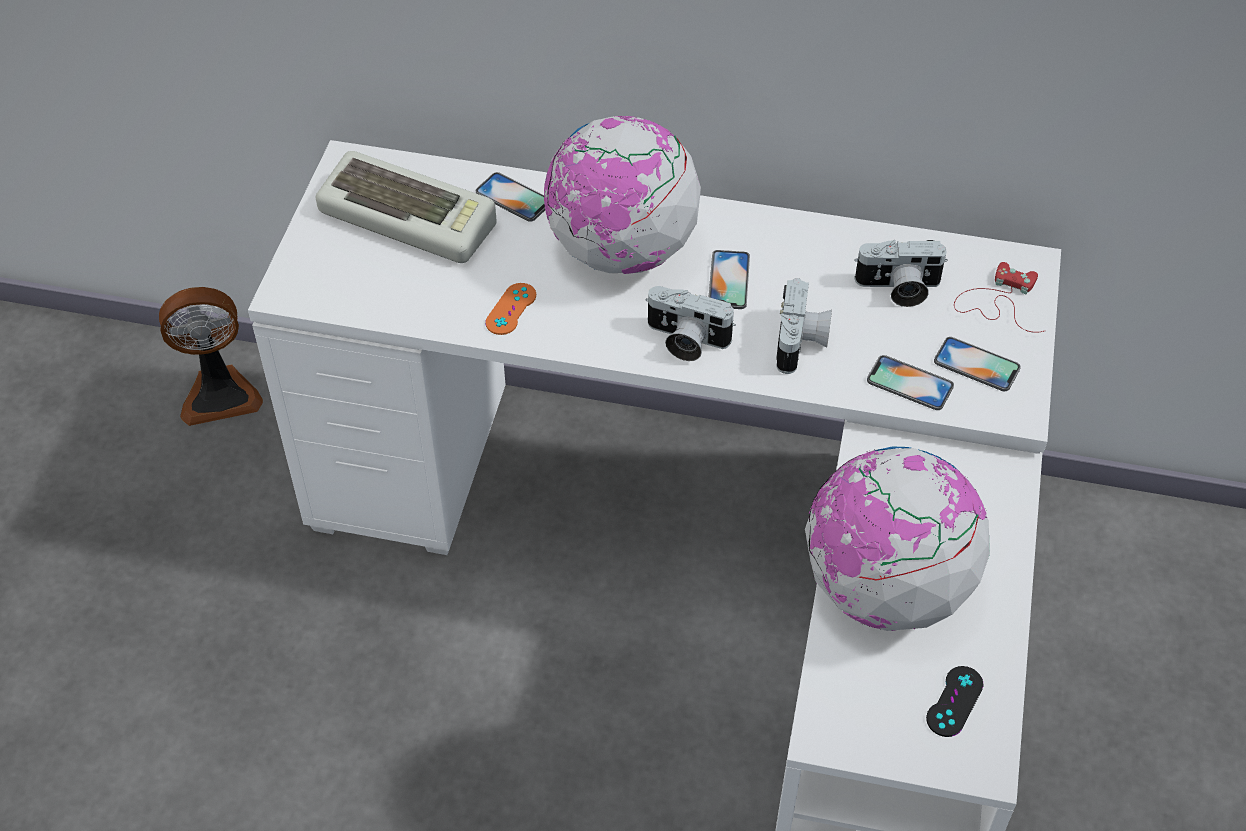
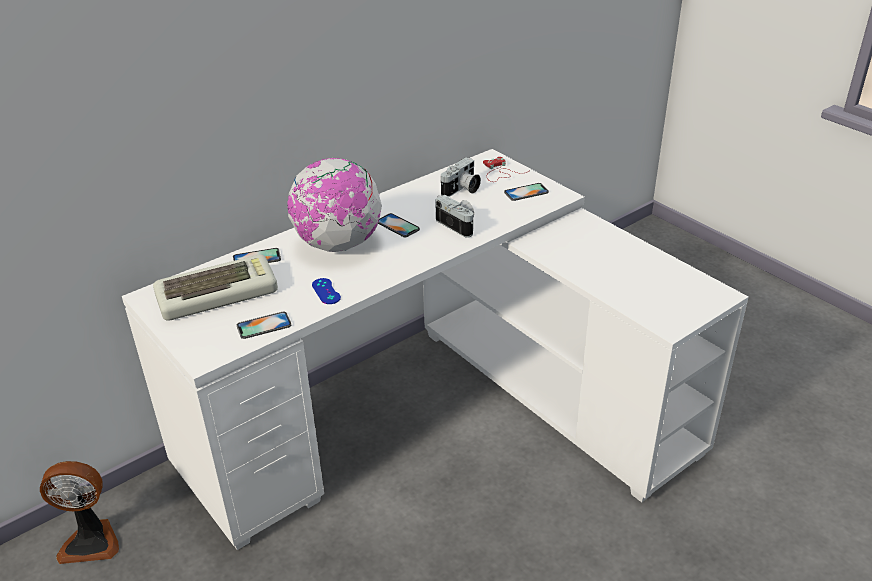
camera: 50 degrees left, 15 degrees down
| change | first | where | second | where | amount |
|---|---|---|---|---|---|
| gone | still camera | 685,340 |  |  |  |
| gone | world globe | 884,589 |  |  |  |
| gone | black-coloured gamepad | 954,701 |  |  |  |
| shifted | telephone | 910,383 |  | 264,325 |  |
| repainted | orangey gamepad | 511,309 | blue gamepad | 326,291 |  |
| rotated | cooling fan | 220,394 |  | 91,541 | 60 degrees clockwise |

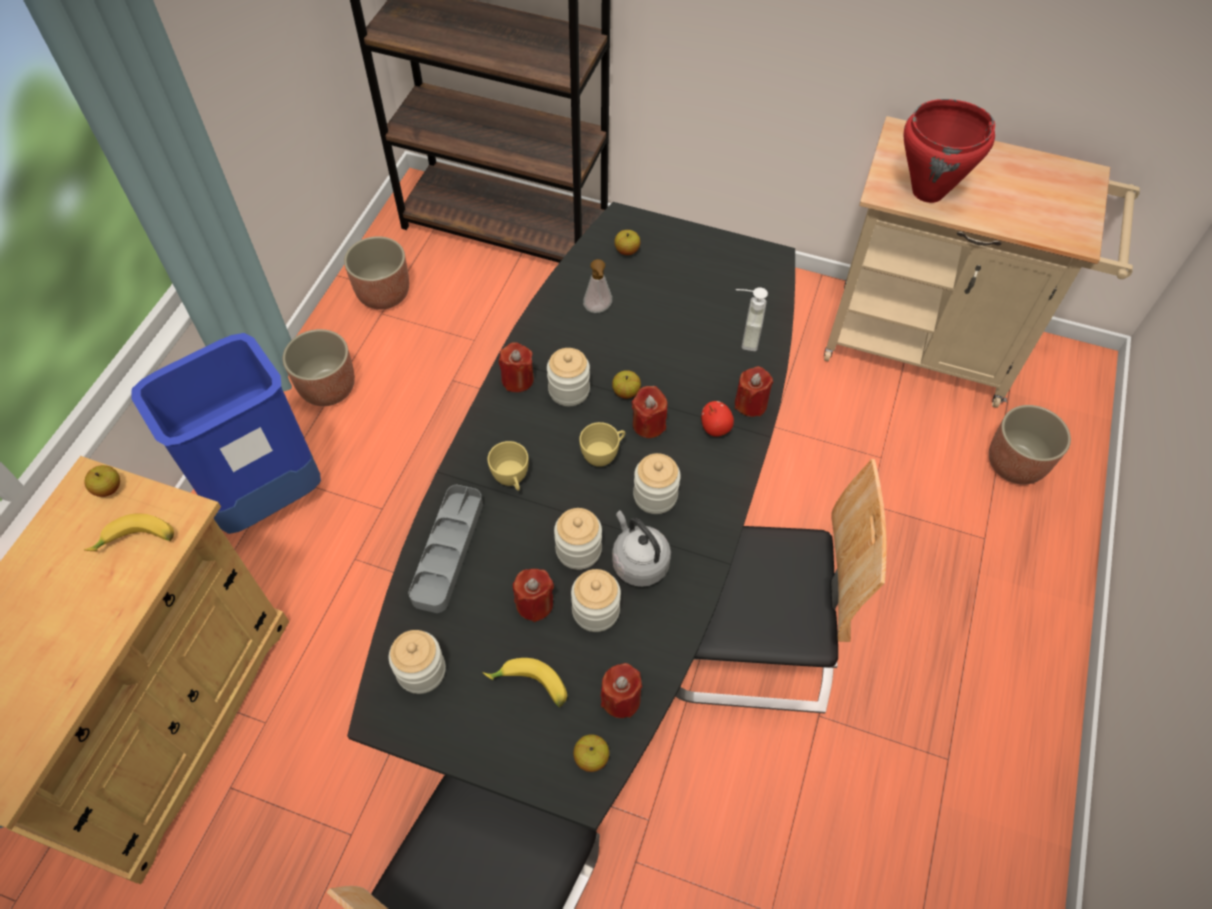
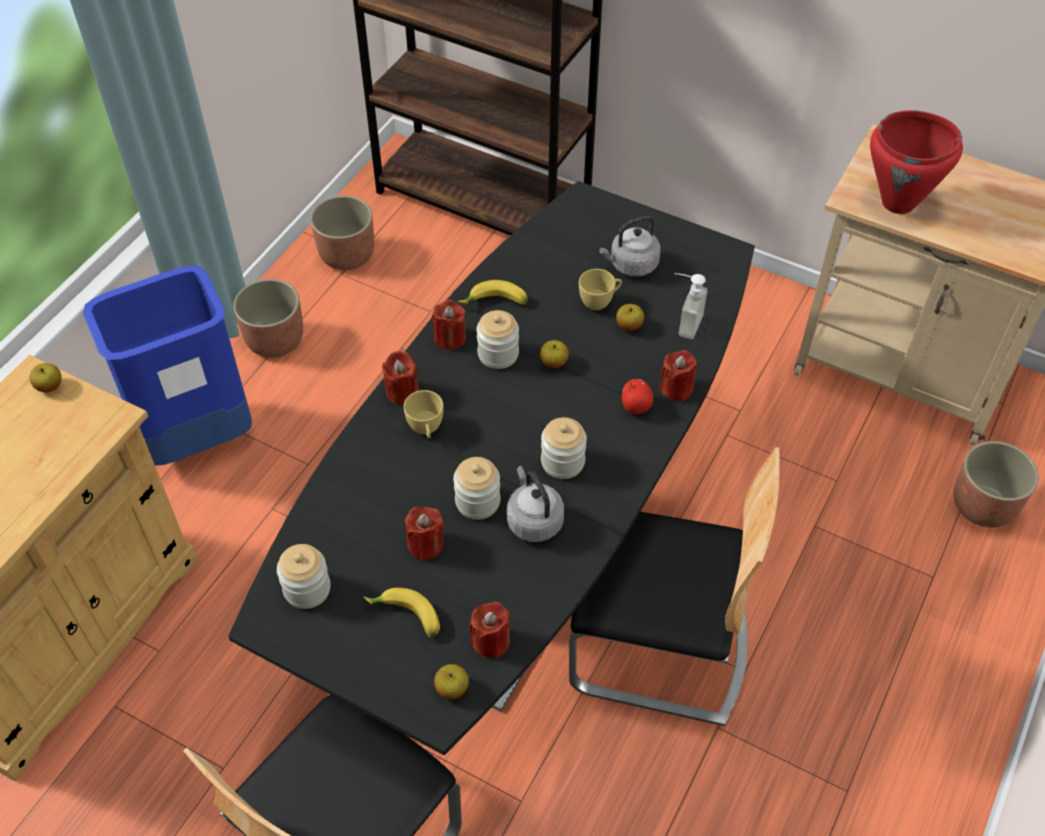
camera: 10 degrees right, 5 degrees down
| change | first | where | second | where | amount |
|---|---|---|---|---|---|
| gone | gray tray | 448,551 |  |  |  |
| gone | preserve jar | 595,610 |  |  |  |
| gone | soap dispenser | 598,310 |  |  |  |
| new |  |  | gray kettle | 631,265 |  |
| shifted | whole banana | 136,542 |  | 495,304 |  |
| shifted | yellowish small cup | 603,454 |  | 600,301 |  |
| shifted | apple fruit | 627,250 |  | 629,326 |  |
| shifted | red wax light | 648,424 |  | 402,391 |  |

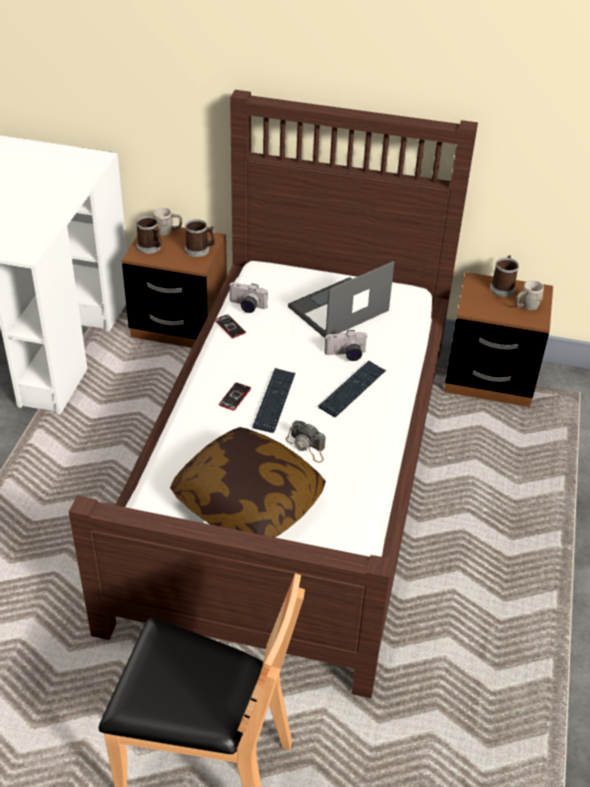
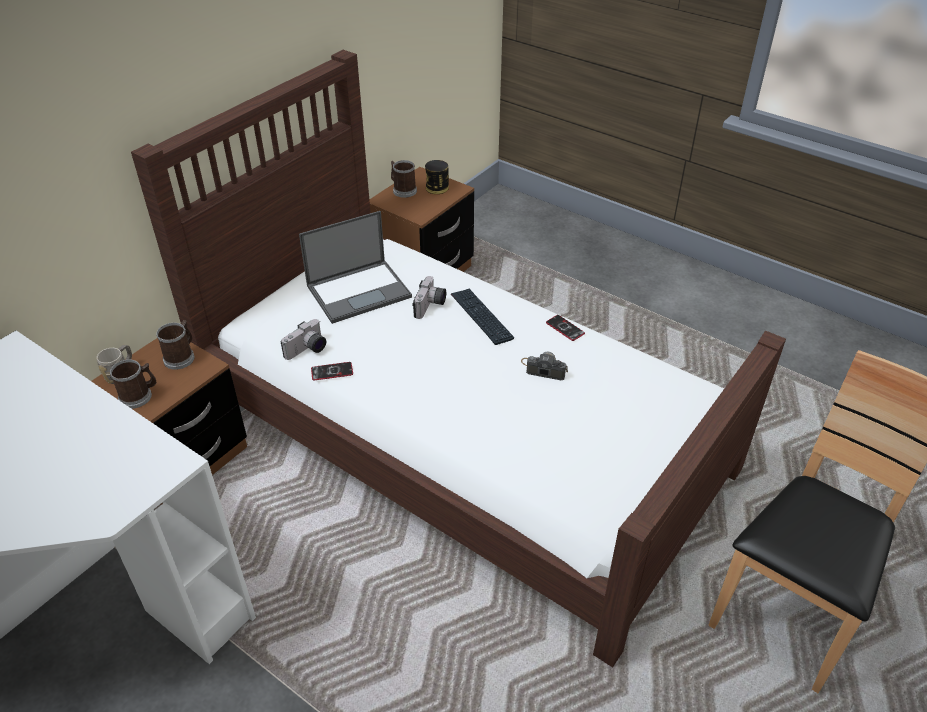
camera: 65 degrees left, 0 degrees up
| change | first | where | second | where | amount |
|---|---|---|---|---|---|
| gone | pillow | 248,502 |  |  |  |
| gone | computer keyboard | 274,401 |  |  |  |
| shifted | telephone | 235,397 |  | 565,328 |  |
| swapped | gray coffee mug | 526,307 | sealed can | 437,188 |  |
| rotated | still camera | 307,446 |  | 543,369 | 135 degrees counterclockwise |
| rotated | notebook computer | 337,309 |  | 360,291 | 105 degrees counterclockwise |

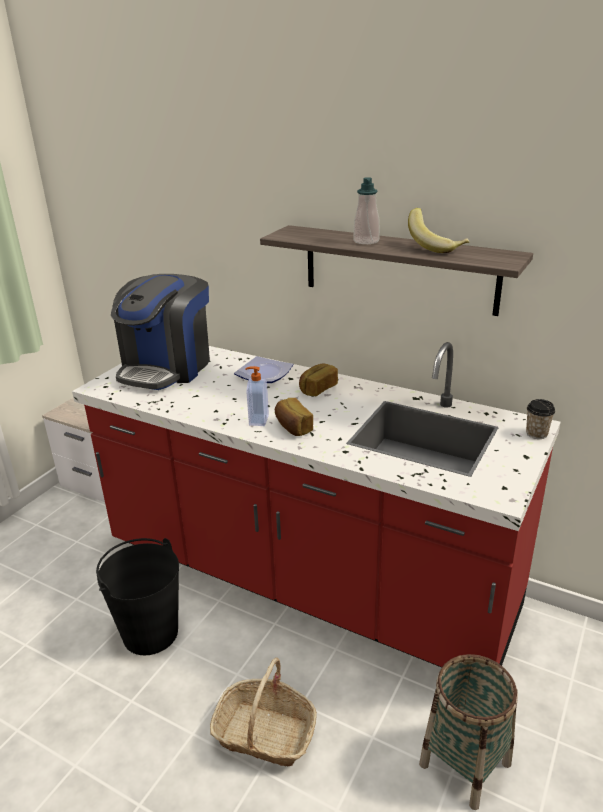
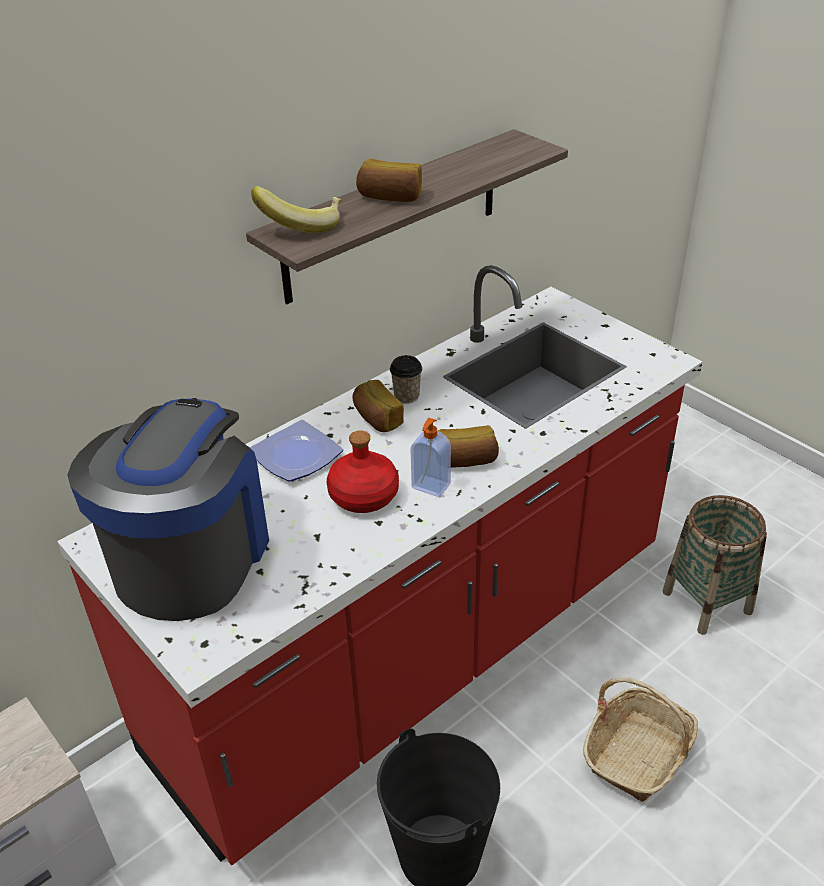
camera: 70 degrees left, 10 degrees up
| change | first | where | second | where | amount |
|---|---|---|---|---|---|
| new |  |  | red drink bottle | 363,495 |  |
| shifted | whole banana | 436,247 |  | 302,225 |  |
| shifted | small cup | 536,434 |  | 406,396 |  |
| swapped | soap dispenser | 366,241 | bread | 390,197 |  |
| rotated | coffee machine | 167,368 |  | 191,556 | 120 degrees counterclockwise |

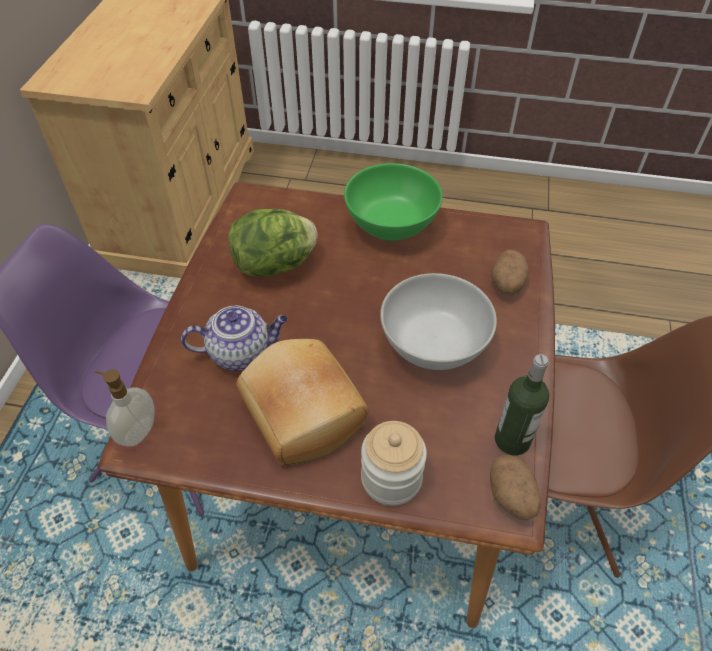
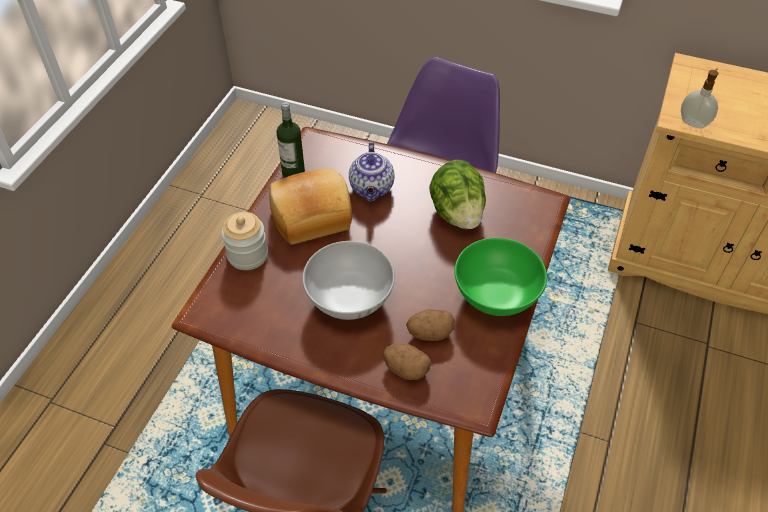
camera: 100 degrees right, 0 degrees up
| change | first | where | second | where | amount |
|---|---|---|---|---|---|
| shifted | soap dispenser | 137,431 |  | 693,123 |  |
| shifted | potato | 511,497 |  | 429,333 |  |
| shifted | drink bottle | 512,440 |  | 293,172 |  |

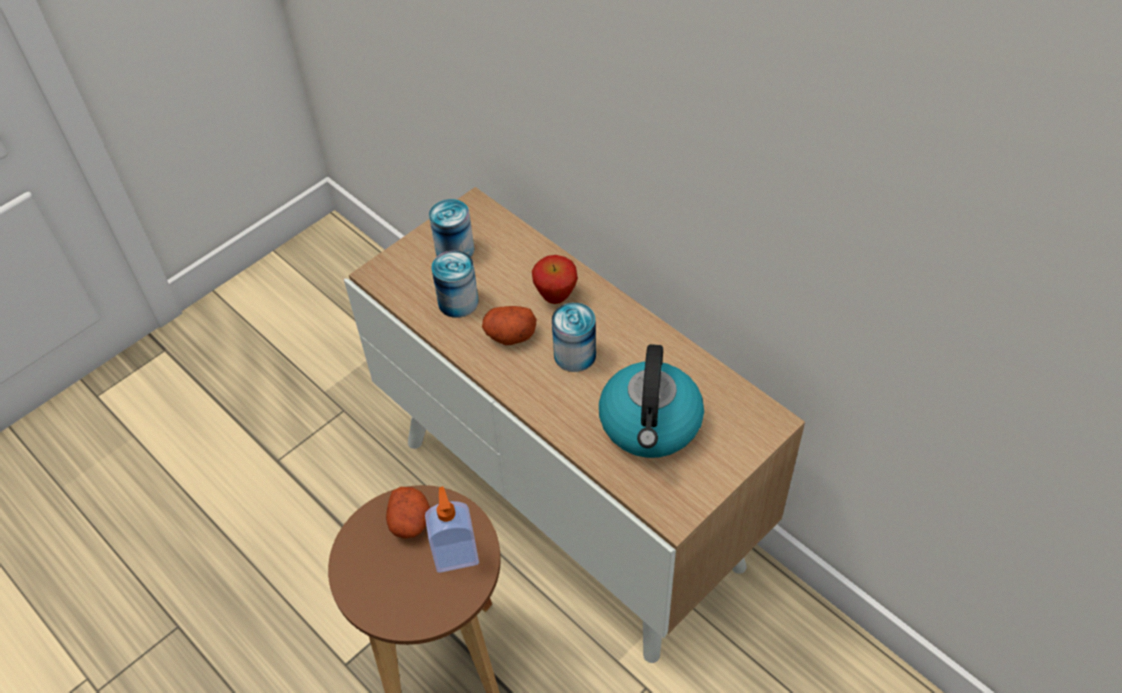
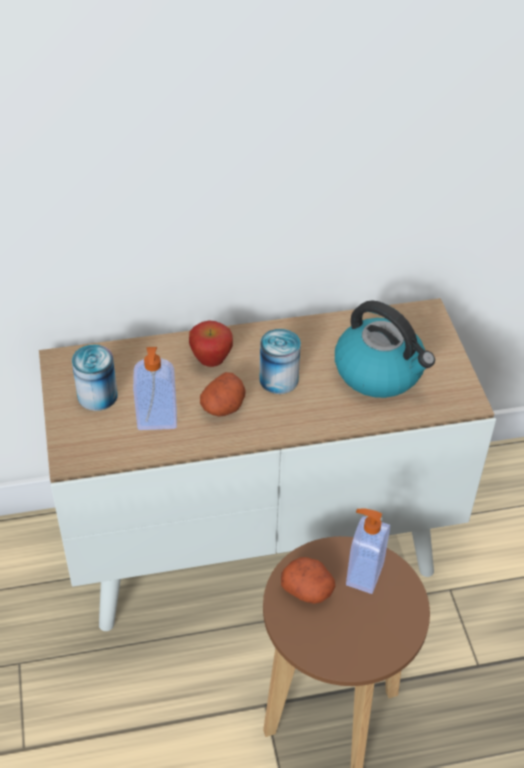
camera: 60 degrees left, 5 degrees down
| change | first | where | second | where | amount |
|---|---|---|---|---|---|
| swapped | sealed can | 458,302 | soap dispenser | 157,420 |  |

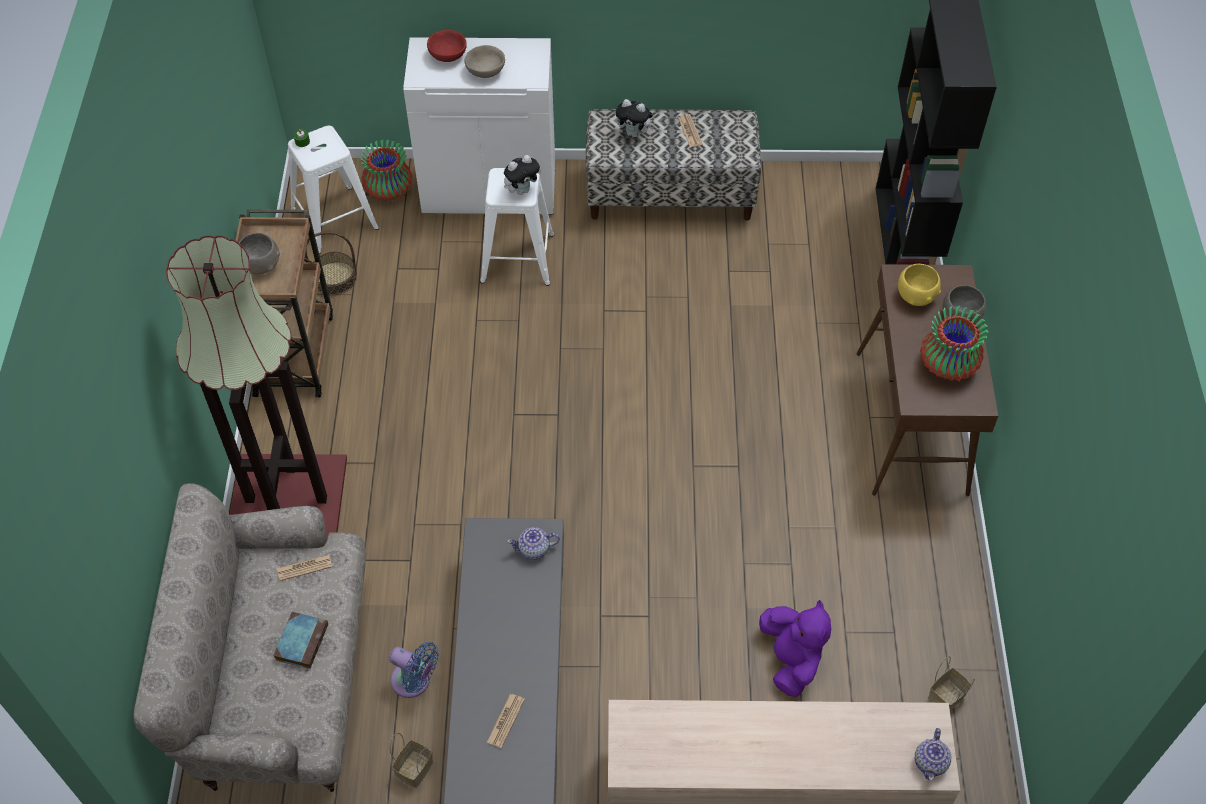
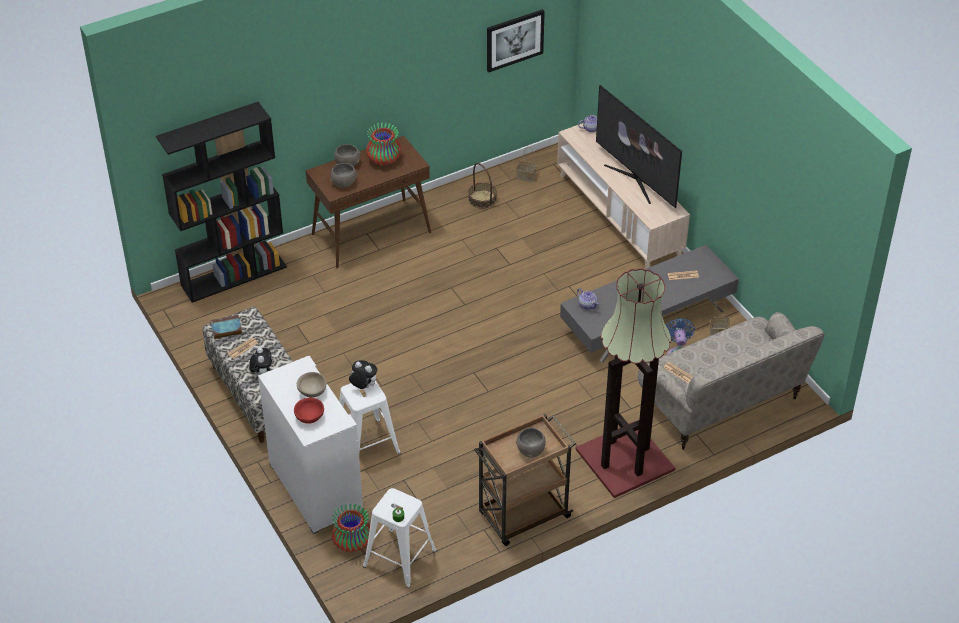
camera: 120 degrees left, 10 degrees down
| change | first | where | second | where | amount |
|---|---|---|---|---|---|
| gone | purple cuddly toy | 791,659 |  |  |  |
| new |  |  | picture | 514,40 |  |
| new |  |  | television | 635,179 |  |
| shifted | bound book | 302,641 |  | 226,329 |  |
| shifted | storage basket | 334,278 |  | 482,199 |  |
| repainted | yellowish serving bowl | 916,296 | gray serving bowl | 343,182 |  |

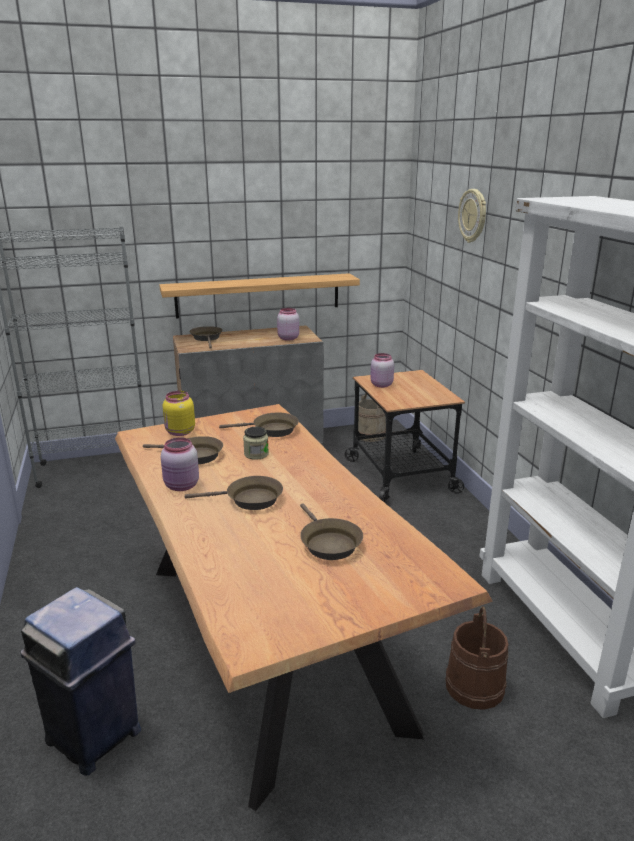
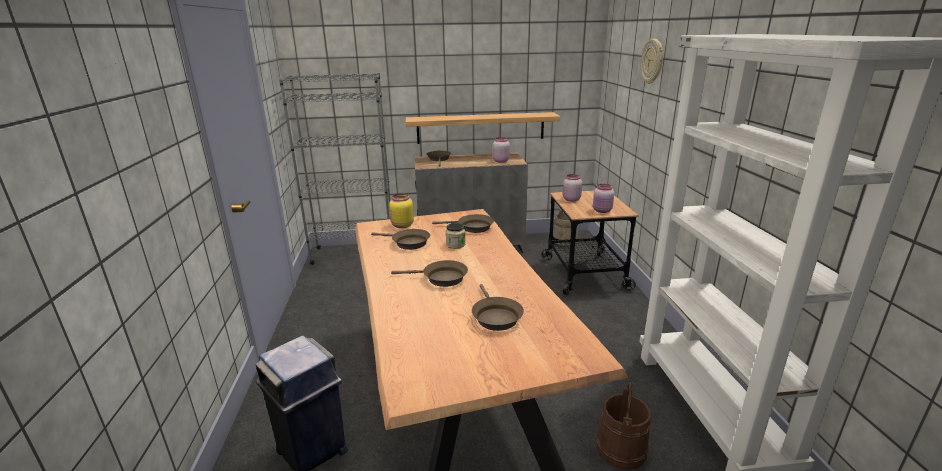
camera: 10 degrees right, 0 degrees up
| change | first | where | second | where | amount |
|---|---|---|---|---|---|
| shifted | pink preserve jar | 181,486 |  | 602,211 |  |

